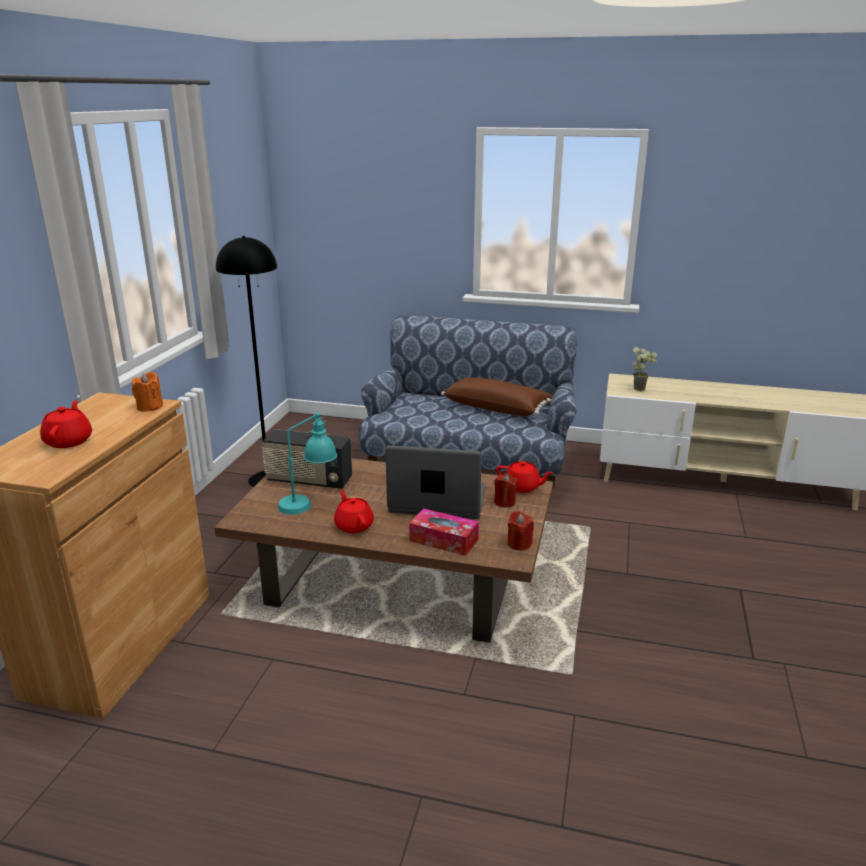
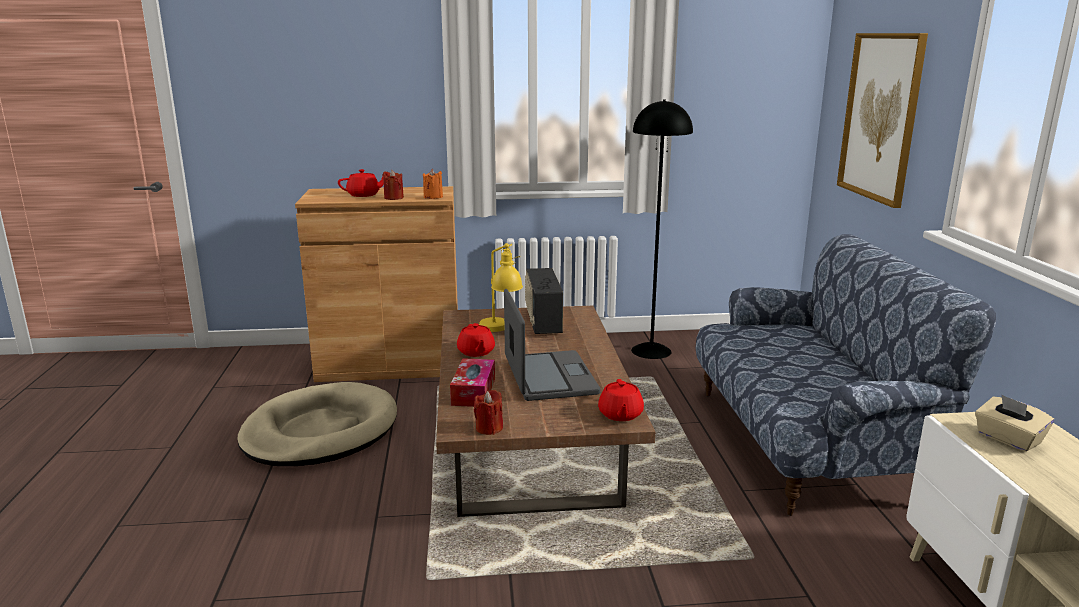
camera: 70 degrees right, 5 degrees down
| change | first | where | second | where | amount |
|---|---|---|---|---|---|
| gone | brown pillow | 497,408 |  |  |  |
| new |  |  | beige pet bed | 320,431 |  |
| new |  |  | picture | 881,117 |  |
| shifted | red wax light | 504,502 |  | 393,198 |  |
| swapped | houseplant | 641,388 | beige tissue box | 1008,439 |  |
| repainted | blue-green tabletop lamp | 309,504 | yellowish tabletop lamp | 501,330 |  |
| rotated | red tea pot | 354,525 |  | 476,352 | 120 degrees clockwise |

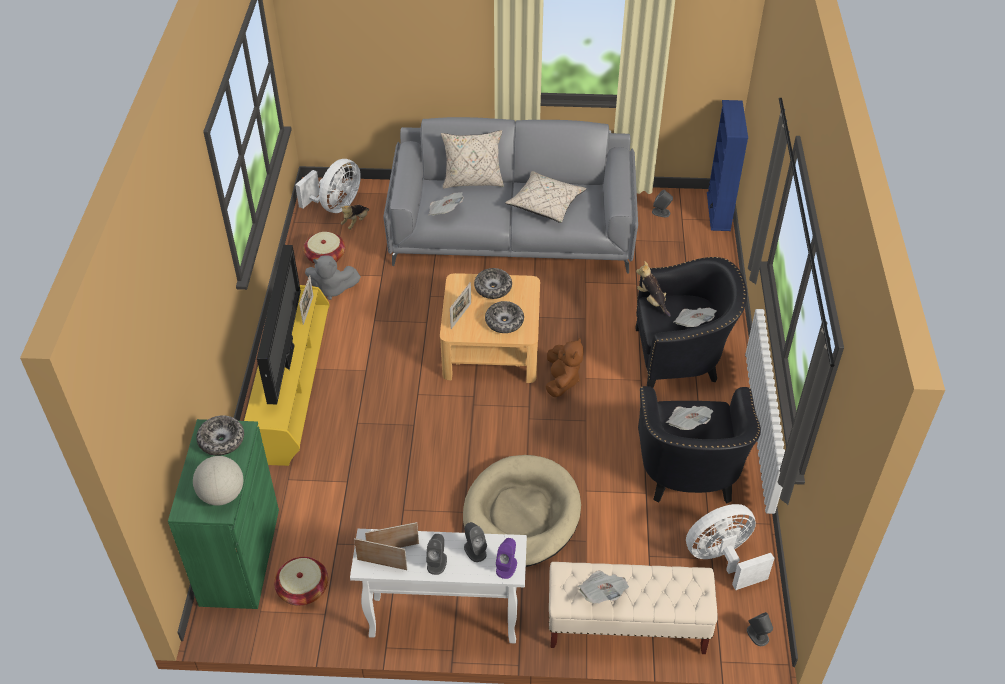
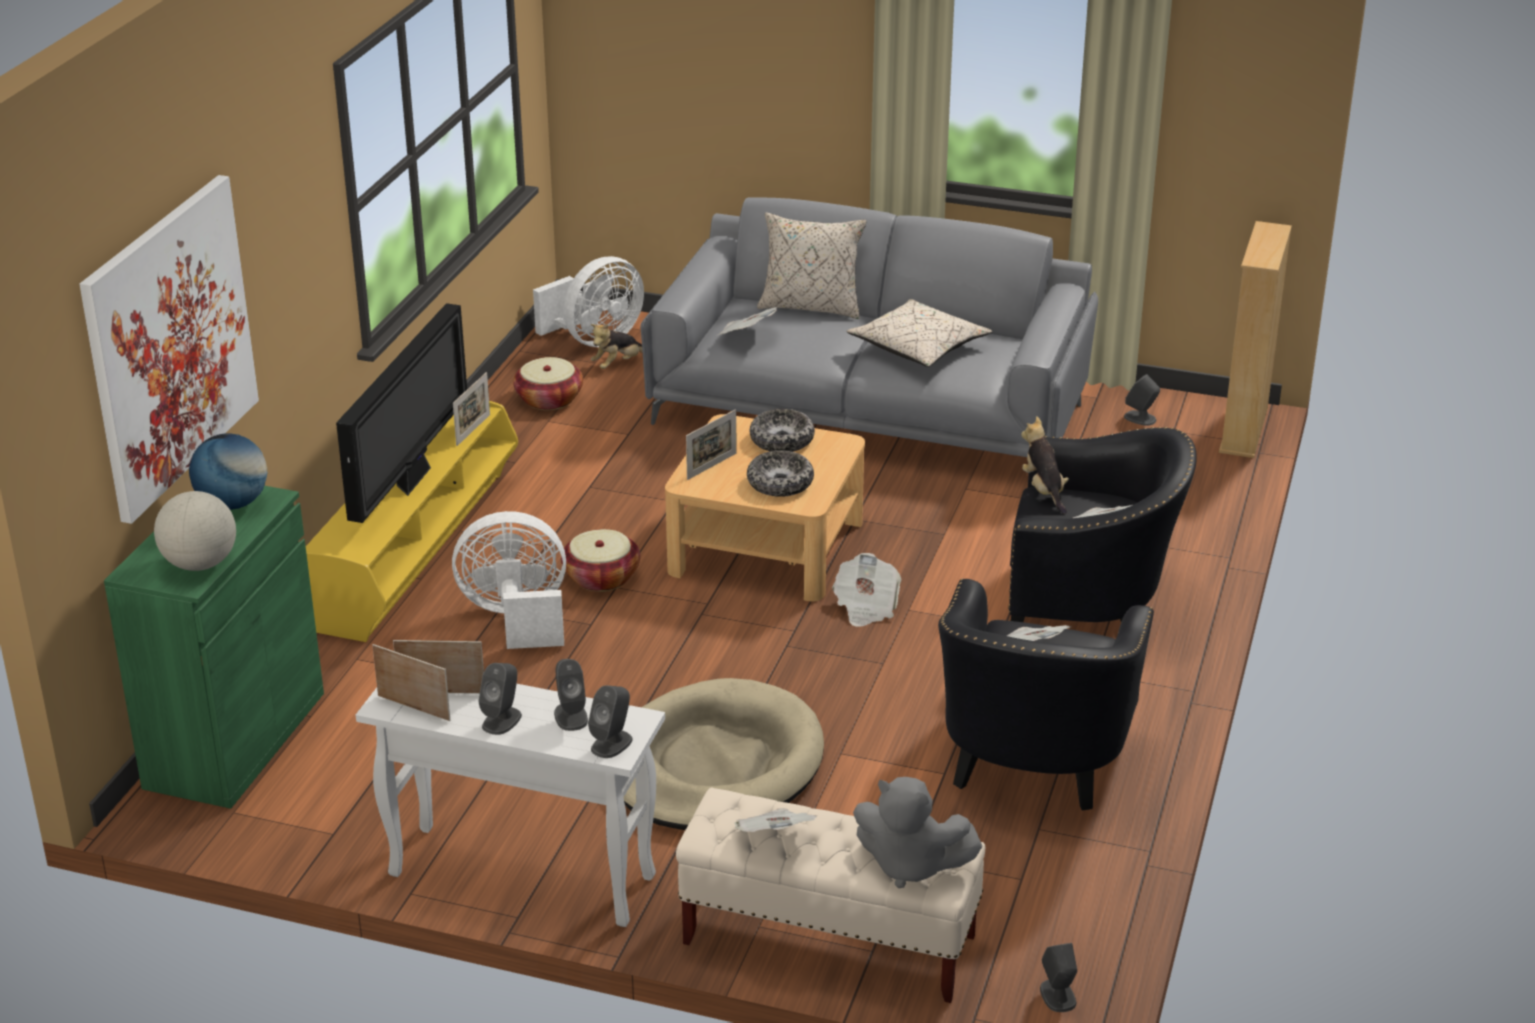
camera: 15 degrees right, 15 degrees down
| change | first | where | second | where | amount |
|---|---|---|---|---|---|
| new |  |  | picture | 170,345 |  |
| shifted | storage basket | 303,589 |  | 601,577 |  |
| shifted | gray cuddly toy | 332,289 |  | 910,865 |  |
| shifted | whitish cooling fan | 722,559 |  | 516,618 |  |
| swapped | serving bowl | 221,440 | world globe | 232,504 |  |
| swapped | brown cuddly toy | 562,381 | daily paper | 866,607 |  |
| repainted | purple speaker | 506,566 | gray speaker | 612,743 |  |
| repainted | blue shelving unit | 718,211 | beige shelving unit | 1244,430 |  |

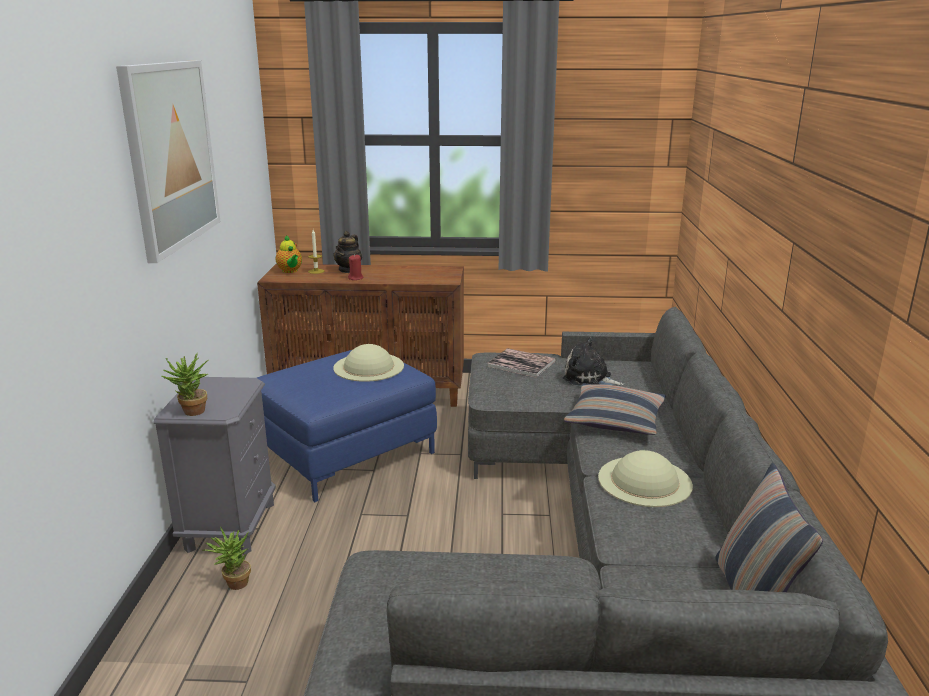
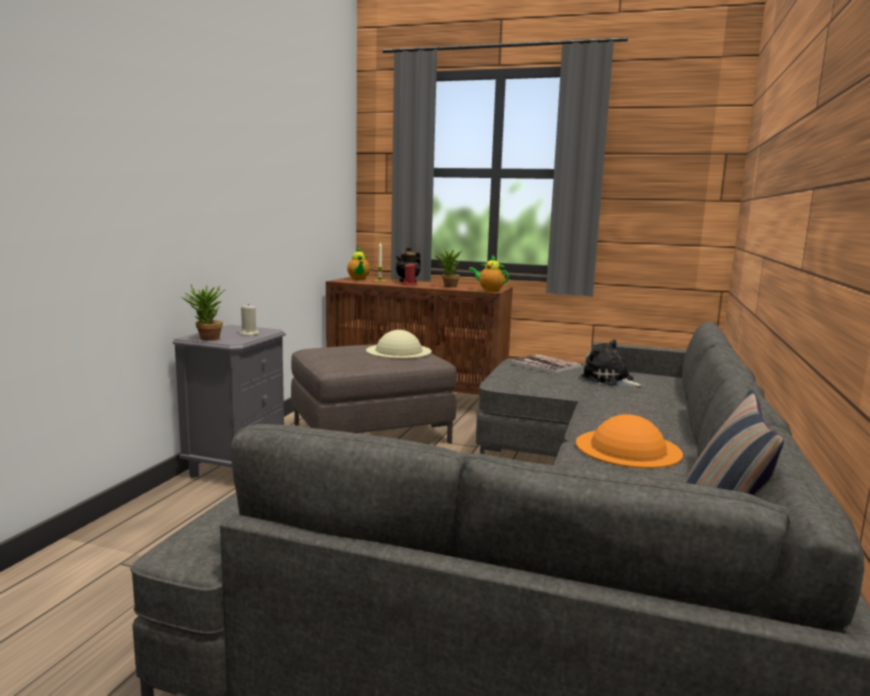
camera: 15 degrees right, 10 degrees down
| change | first | where | second | where | amount |
|---|---|---|---|---|---|
| gone | picture | 171,155 |  |  |  |
| gone | pillow | 615,420 |  |  |  |
| new |  |  | beige wax light | 249,334 |  |
| new |  |  | tea pot | 489,290 |  |
| shifted | houseplant | 233,584 |  | 447,286 |  |
| repainted | blue footrest | 346,453 | brown footrest | 371,433 |  |
| repainted | beige hat | 645,481 | orangey hat | 628,448 |  |

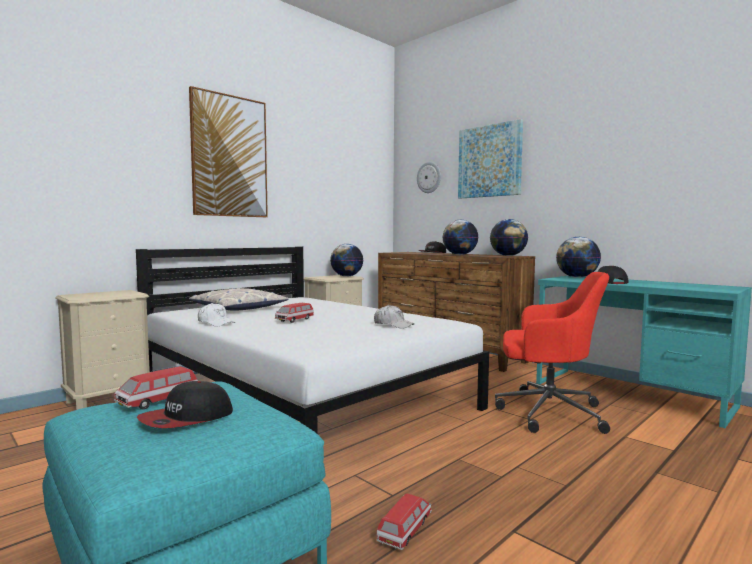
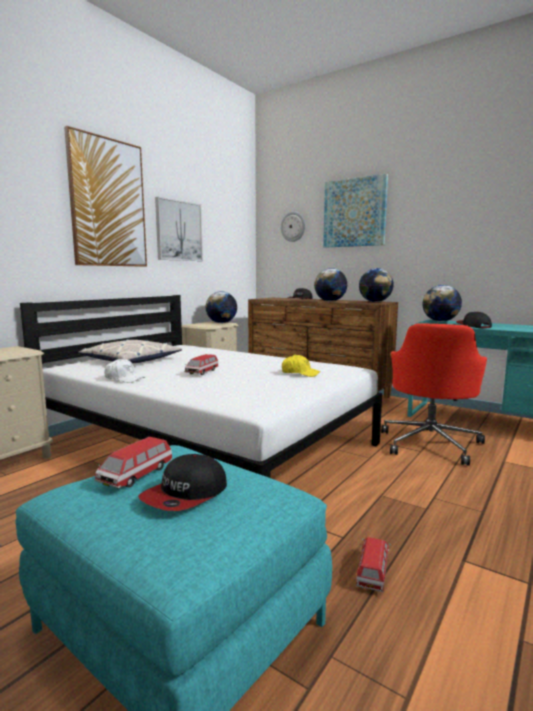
camera: 10 degrees left, 5 degrees up
| change | first | where | second | where | amount |
|---|---|---|---|---|---|
| new |  |  | picture | 178,231 |  |
| repainted | whitish baseball cap | 393,325 | yellowish baseball cap | 300,373 |  |
| rotated | red office chair | 547,412 |  | 430,443 | 105 degrees clockwise |

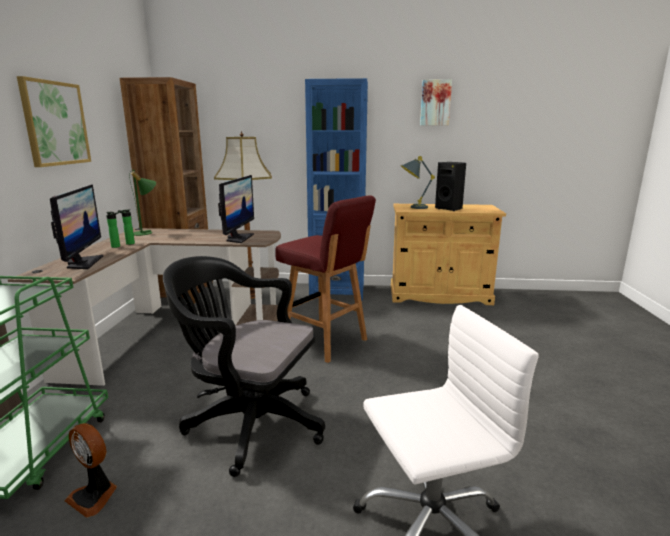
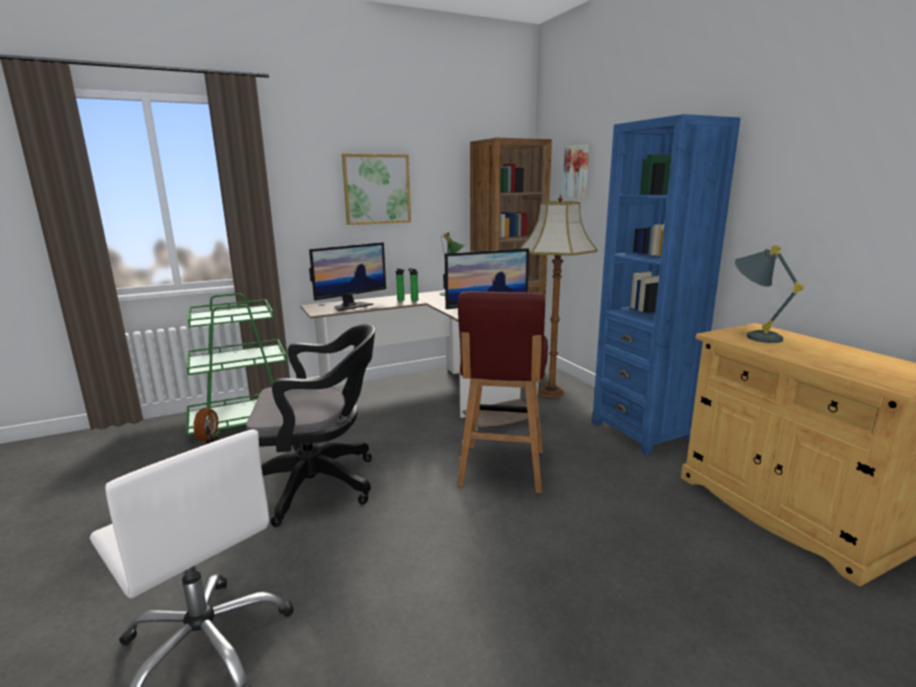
camera: 60 degrees right, 0 degrees up
| change | first | where | second | where | amount |
|---|---|---|---|---|---|
| gone | black-coloured speaker | 449,209 |  |  |  |
| shifted | picture | 435,103 |  | 577,172 |  |
| rotated | black-coloured office chair | 249,423 |  | 319,484 | 90 degrees clockwise |

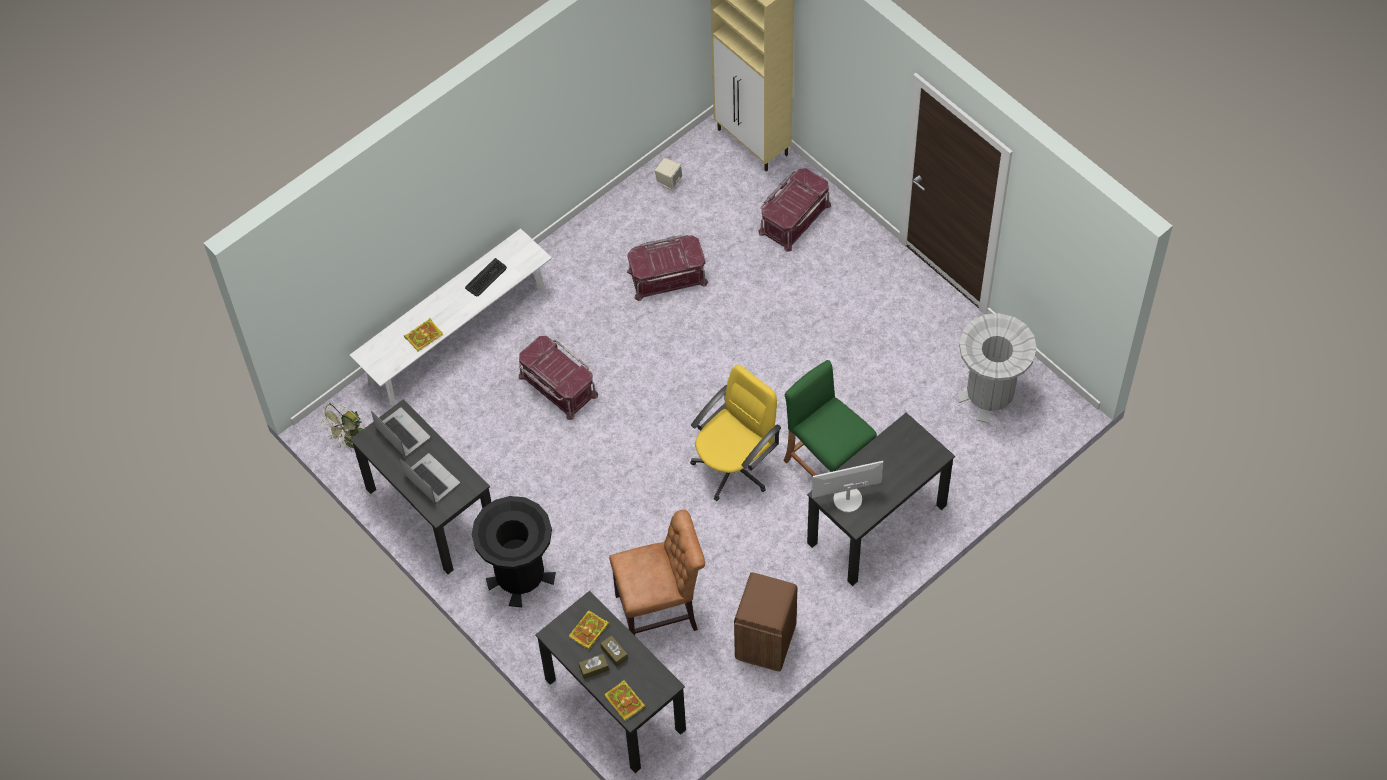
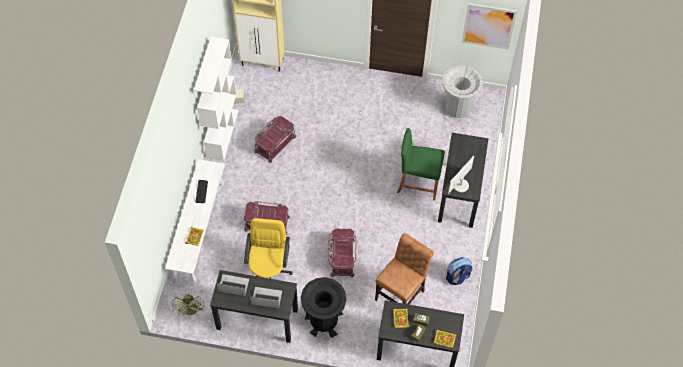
camera: 40 degrees left, 0 degrees up
| change | first | where | second | where | amount |
|---|---|---|---|---|---|
| new |  |  | whitish shelving unit | 222,133 |  |
| new |  |  | picture | 488,26 |  |
| shifted | yellowish office chair | 734,466 |  | 269,271 |  |
| shifted | red storage container | 794,218 |  | 341,257 |  |
| swapped | brown waste bin | 764,643 | knapsack | 457,277 |  |

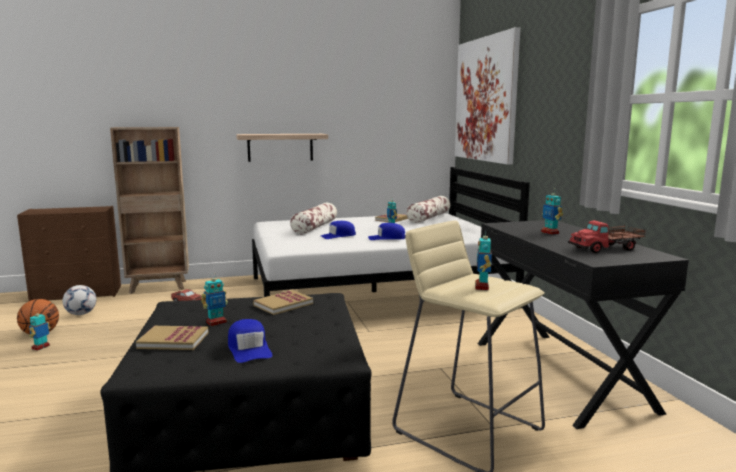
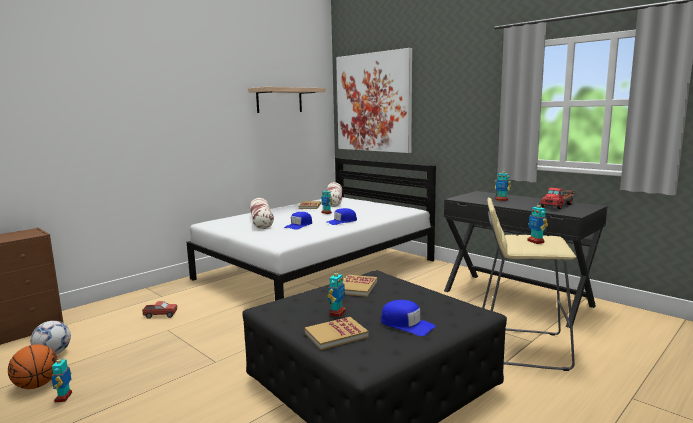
camera: 30 degrees left, 0 degrees up
| change | first | where | second | where | amount |
|---|---|---|---|---|---|
| gone | brown shelving unit | 159,287 |  |  |  |
| shifted | shelf | 280,147 |  | 279,100 |  |

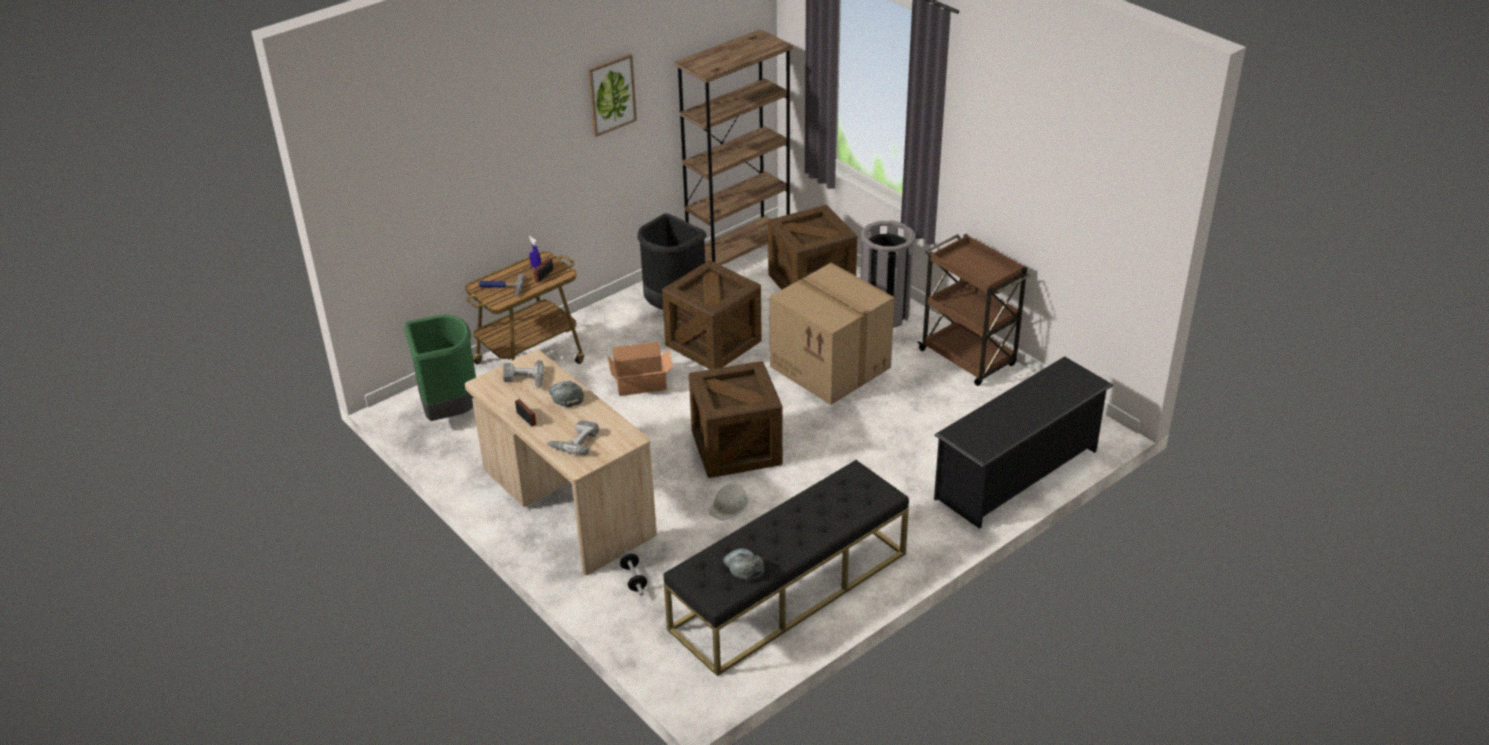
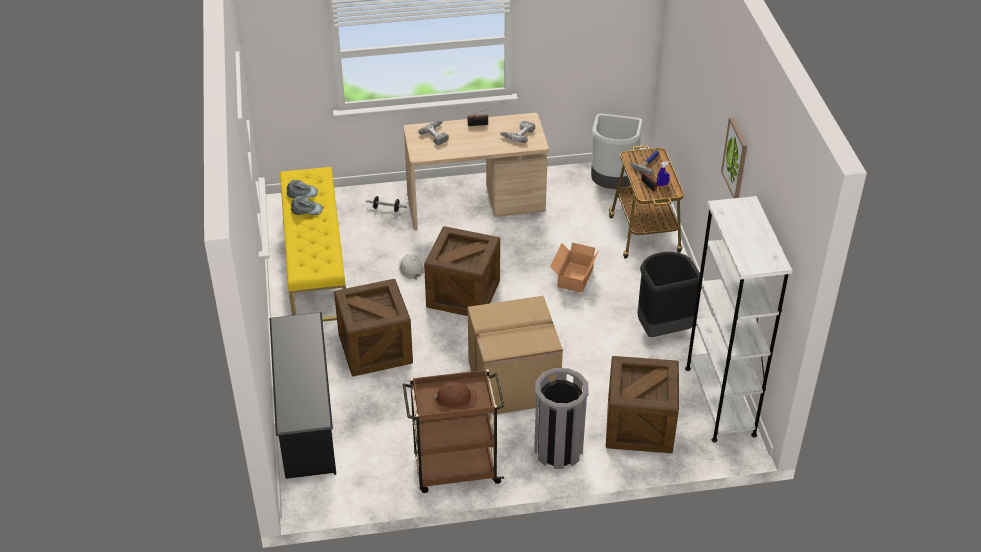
camera: 120 degrees right, 5 degrees up
| change | first | where | second | where | amount |
|---|---|---|---|---|---|
| new |  |  | brown safety helmet | 455,398 |  |
| shifted | gray baseball cap | 566,395 |  | 306,209 |  |
| shifted | shipping crate | 713,343 |  | 375,349 |  |
| repainted | green waste bin | 450,412 | gray waste bin | 612,185 |  |
| repainted | black-coloured bench | 789,591 | yellowish bench | 315,262 |  |
| repainted | brown shelving unit | 739,254 | whitish shelving unit | 720,401 |  |

